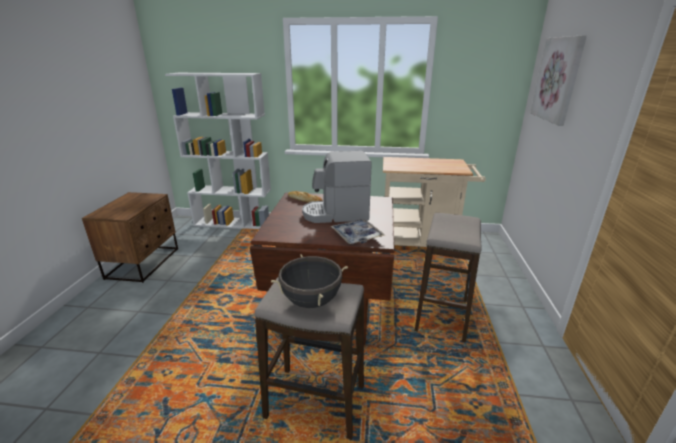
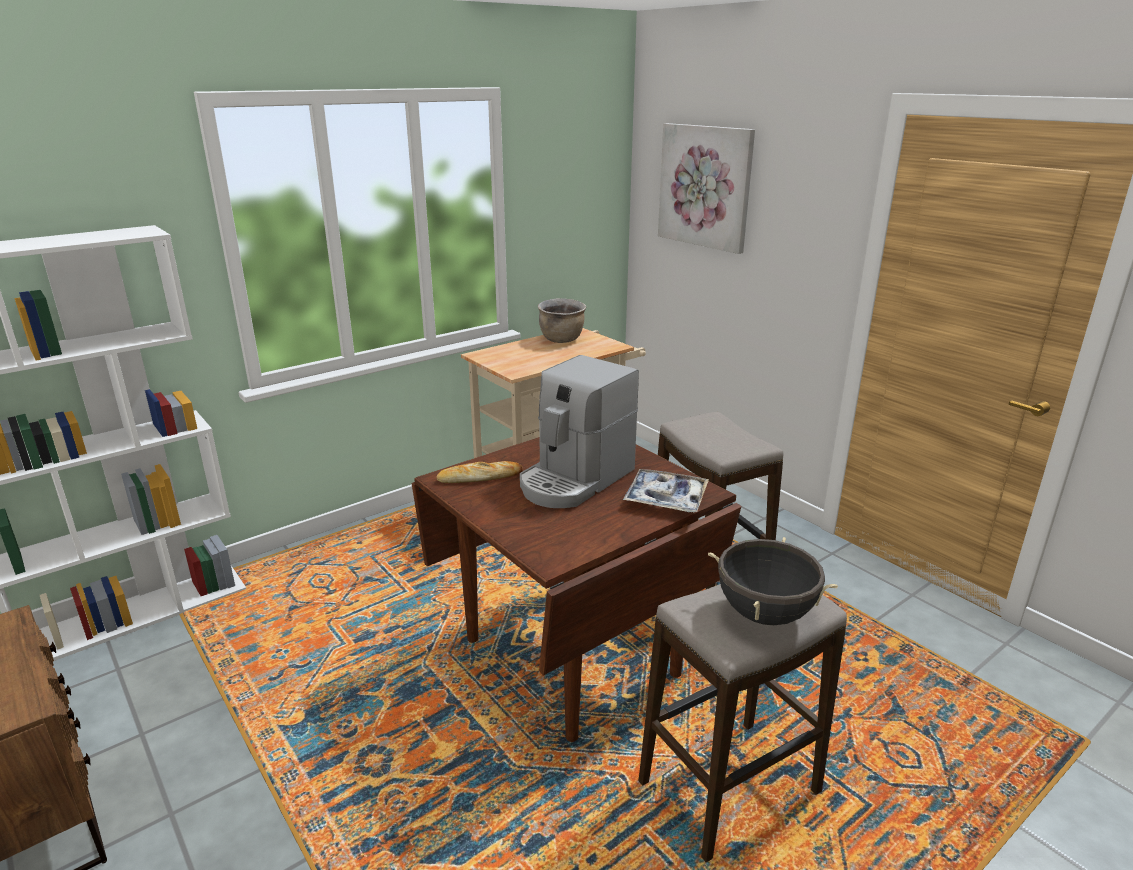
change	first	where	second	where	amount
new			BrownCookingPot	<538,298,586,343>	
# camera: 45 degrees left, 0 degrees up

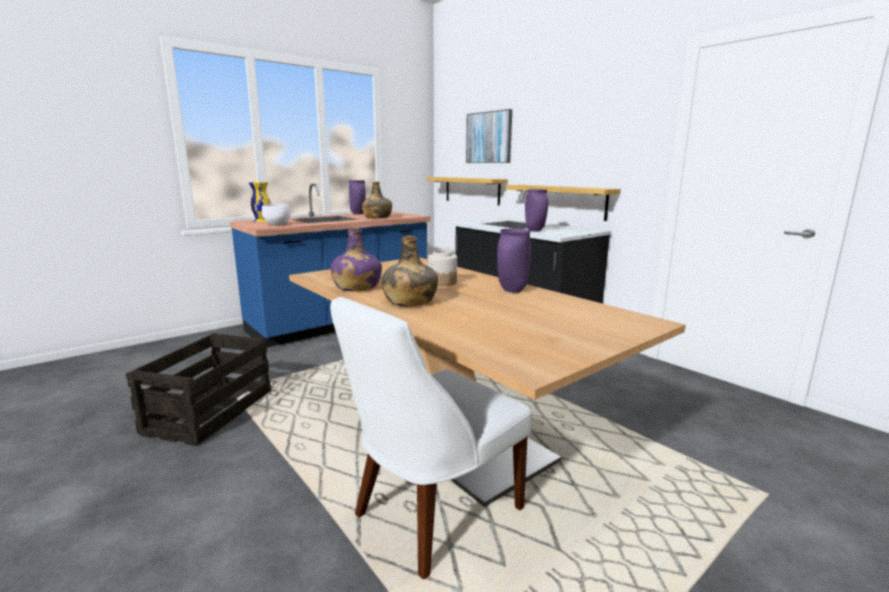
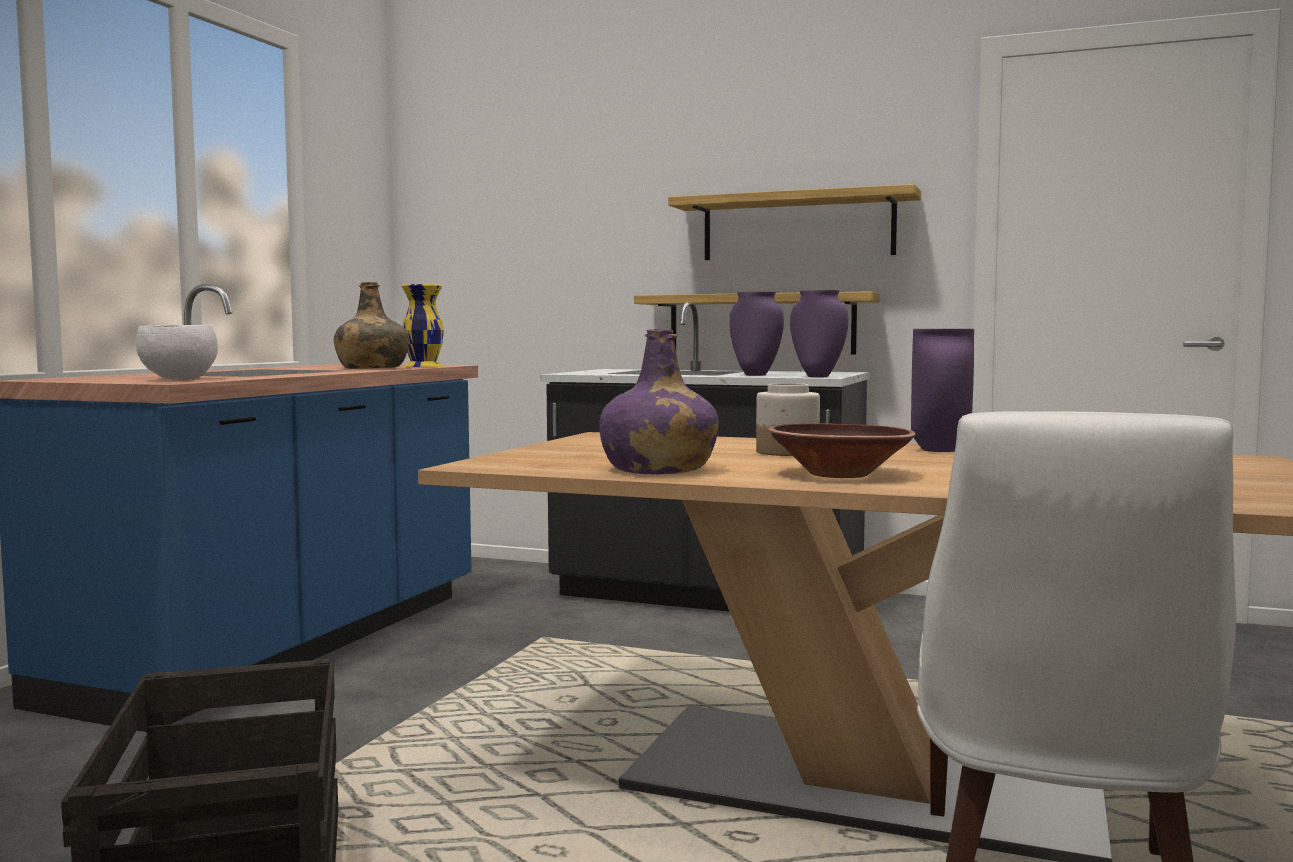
change	first	where	second	where	amount
shifted	YellowVase	<249,182,271,222>		<402,284,444,367>	
shifted	PurpleVase	<349,180,366,214>		<790,290,848,377>	
swapped	GreenBottle	<382,235,438,307>	BrownBowl	<768,423,916,478>	
shifted	Shelf	<426,177,508,206>		<668,184,921,260>	
gone	Picture	<466,109,512,163>			
# camera: 30 degrees left, 10 degrees down

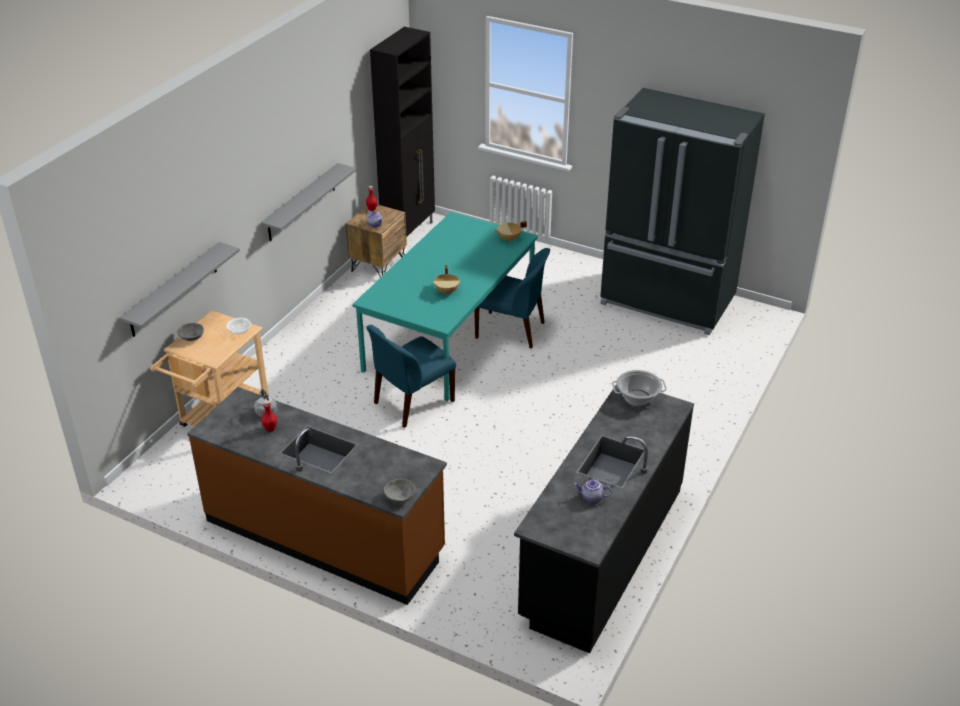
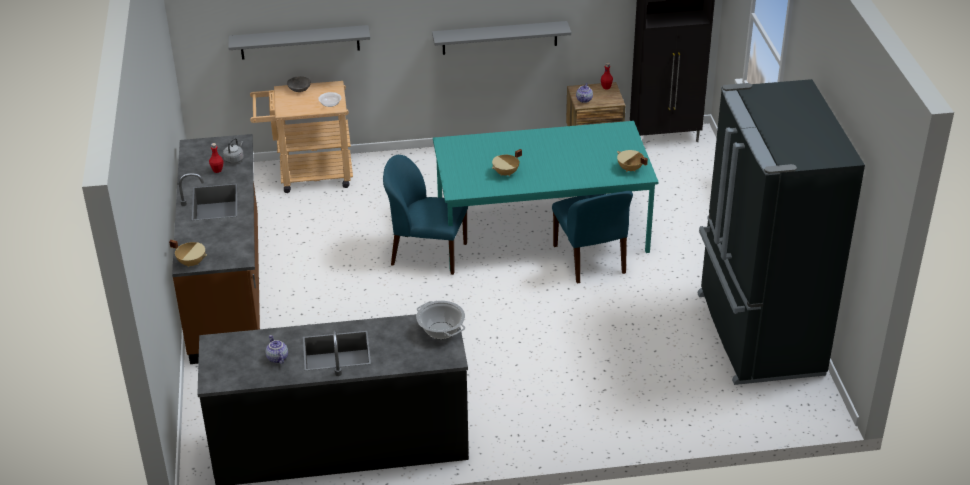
change	first	where	second	where	amount
swapped	GreyBowl	<384,479,415,503>	BeigeCookingPot	<169,240,207,267>	
# camera: 55 degrees right, 0 degrees up

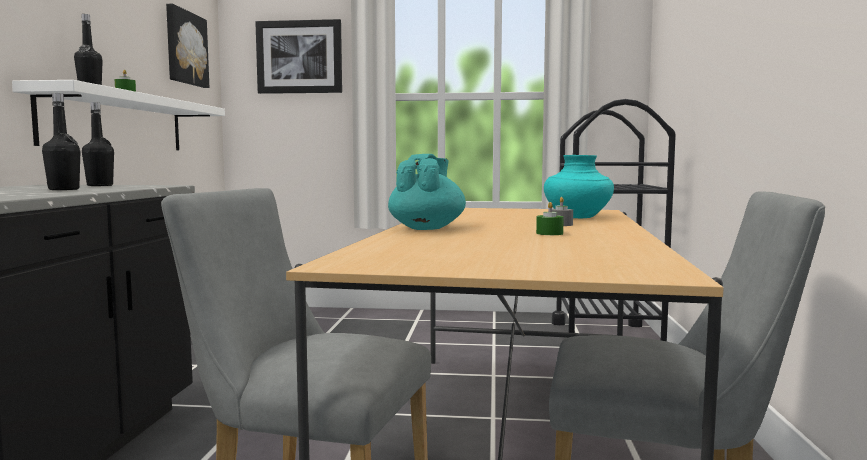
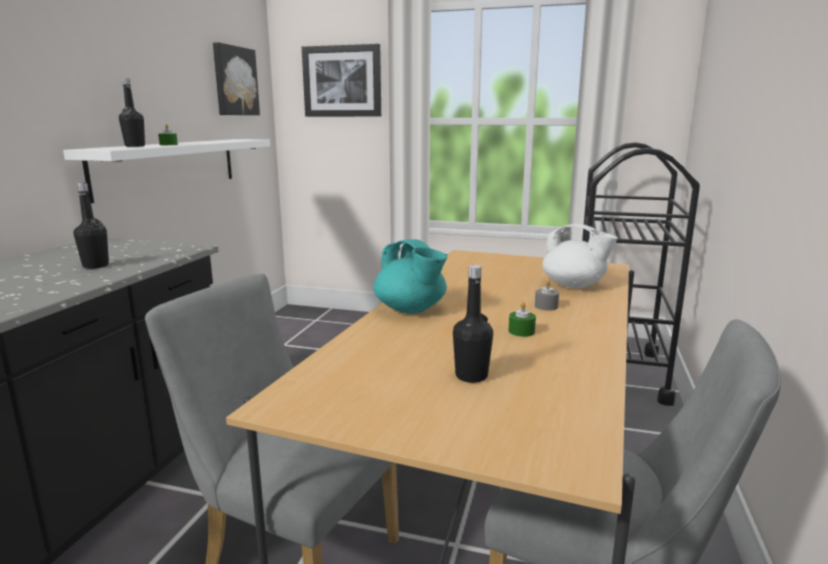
change	first	where	second	where	amount
shifted	BlackBottle	<82,102,114,186>		<453,265,493,383>	
rotated	TurquoiseTeapot	<388,154,466,230>		<373,239,447,314>	120 degrees clockwise
swapped	TurquoiseVase	<544,155,614,218>	WhiteTeapot	<542,224,618,289>	
# camera: 10 degrees right, 10 degrees up

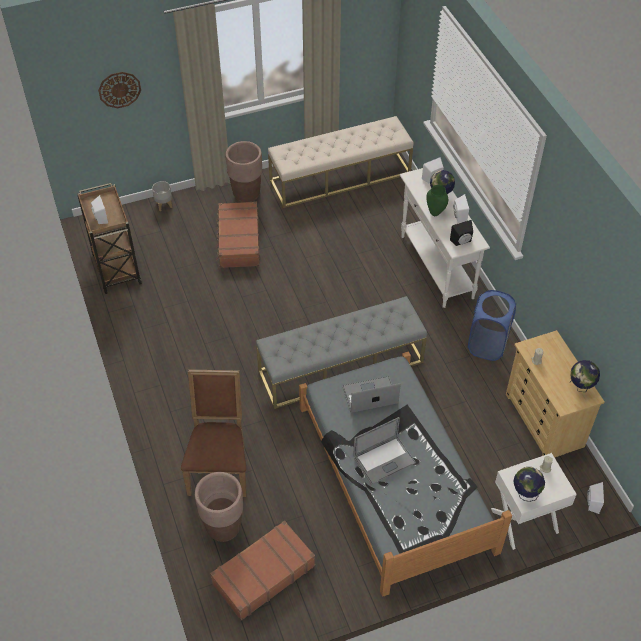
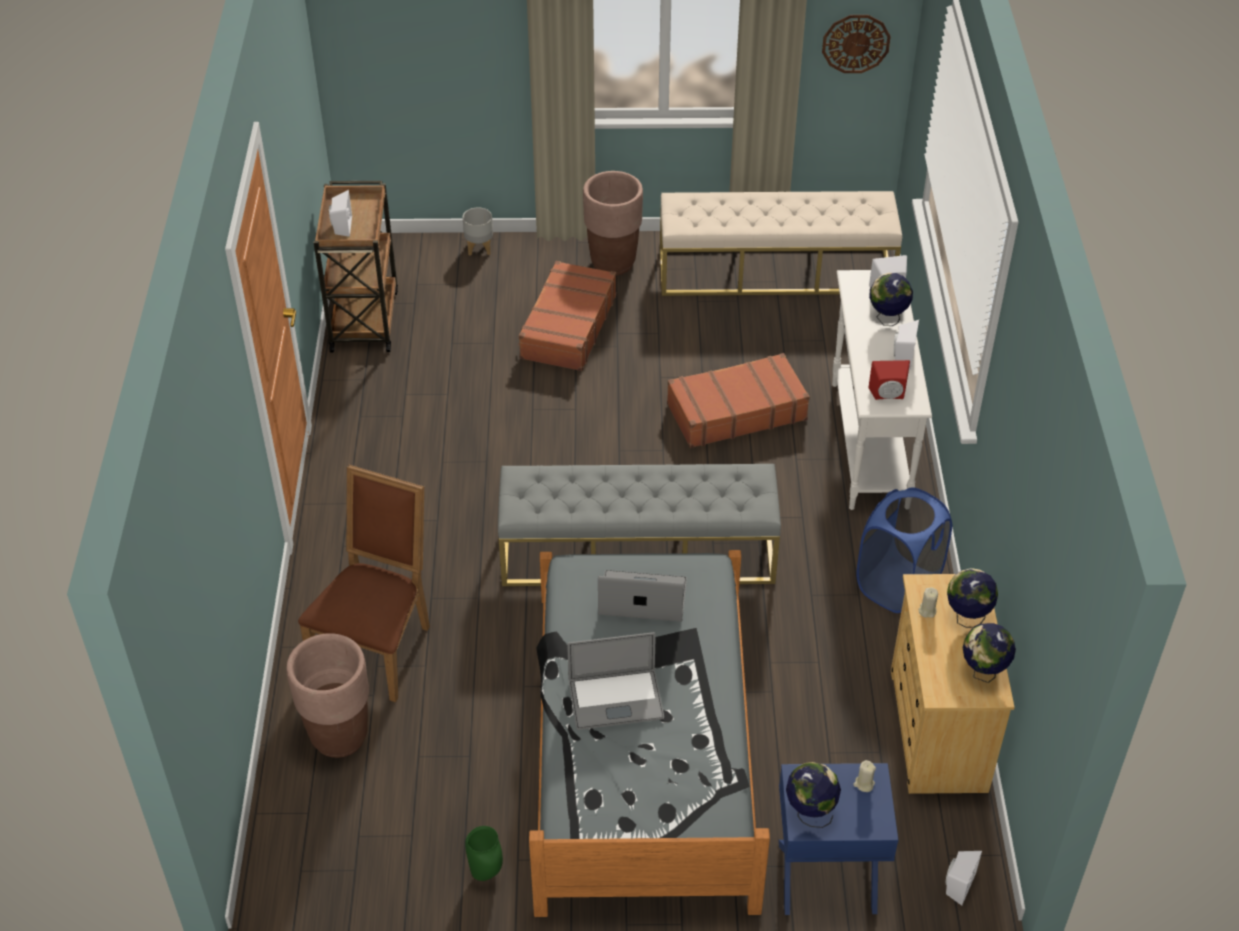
change	first	where	second	where	amount
shifted	WallClock	<98,72,141,108>		<822,15,891,73>	
shifted	BrownSuitcase	<210,520,315,621>		<667,353,810,448>	
shifted	GreenVase	<426,185,448,216>		<465,826,503,881>	
repainted	BlackSpeaker	<450,220,473,246>	RedSpeaker	<868,360,910,400>	
repainted	WhiteNightstand	<491,453,577,550>	BlueNightstand	<779,763,898,915>	
new			Globe	<947,568,998,628>	
# camera: 20 degrees right, 5 degrees down

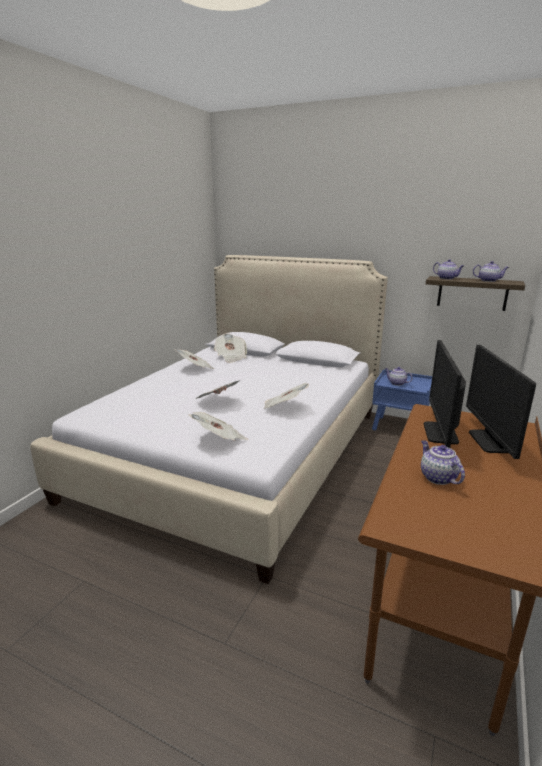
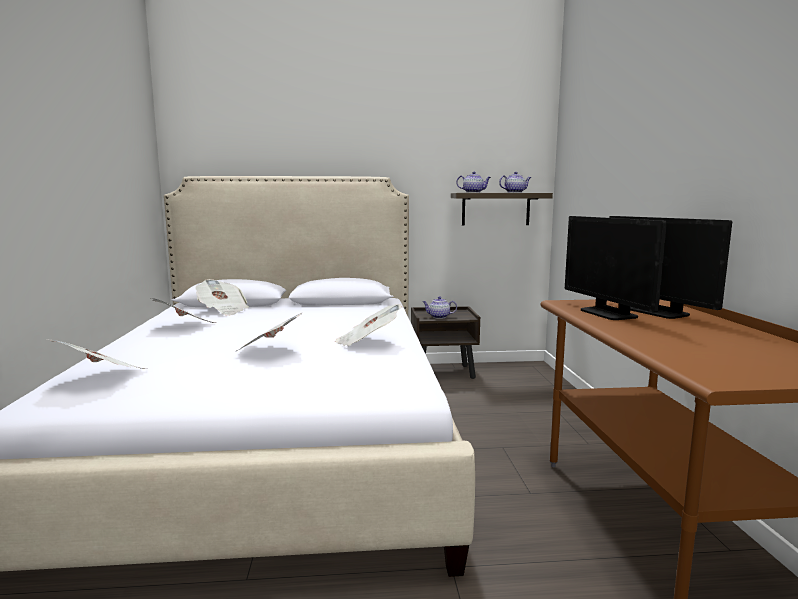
change	first	where	second	where	amount
shifted	Newspaper	<189,412,248,441>		<51,340,149,369>	
repainted	BlueNightstand	<372,370,432,430>	BrownNightstand	<411,306,480,379>	
gone	Teapot	<421,440,465,485>			
# camera: 30 degrees left, 10 degrees down

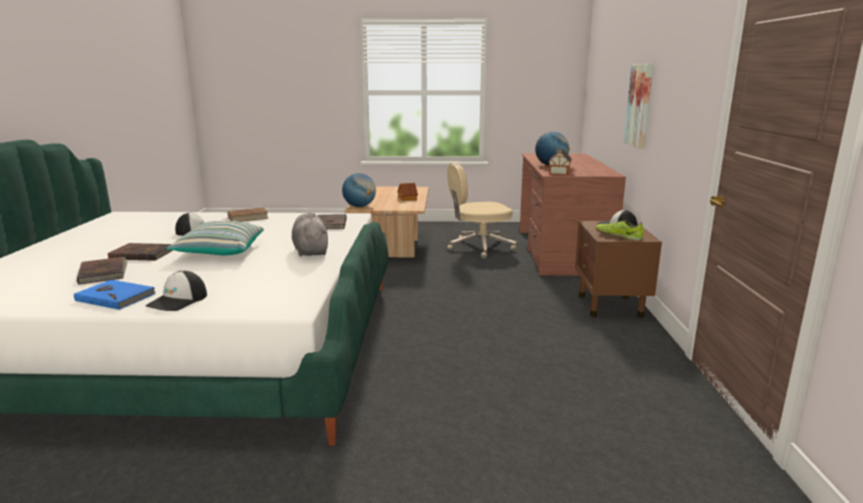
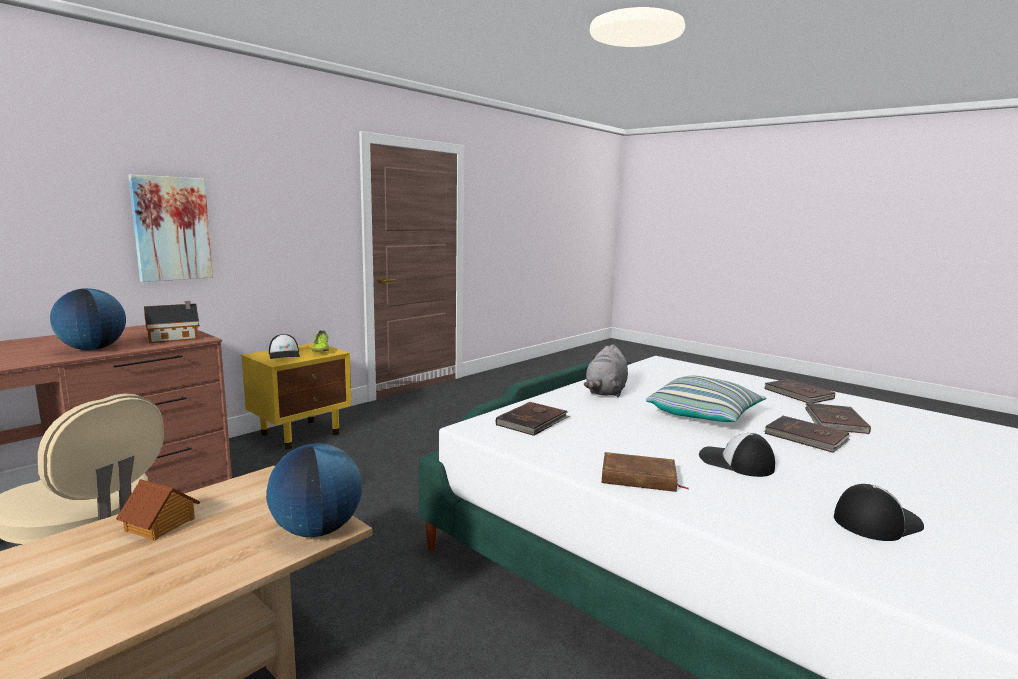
change	first	where	second	where	amount
repainted	BlueBook	<74,280,155,310>	BrownBook	<765,379,835,403>	
shifted	Cap	<146,271,207,311>		<834,484,924,541>	
repainted	BrownNightstand	<575,221,662,318>	YellowNightstand	<241,343,352,449>	
# camera: 140 degrees left, 5 degrees down

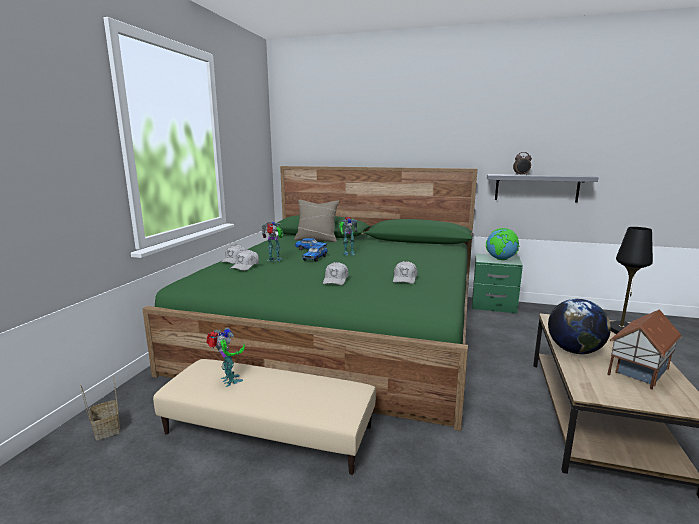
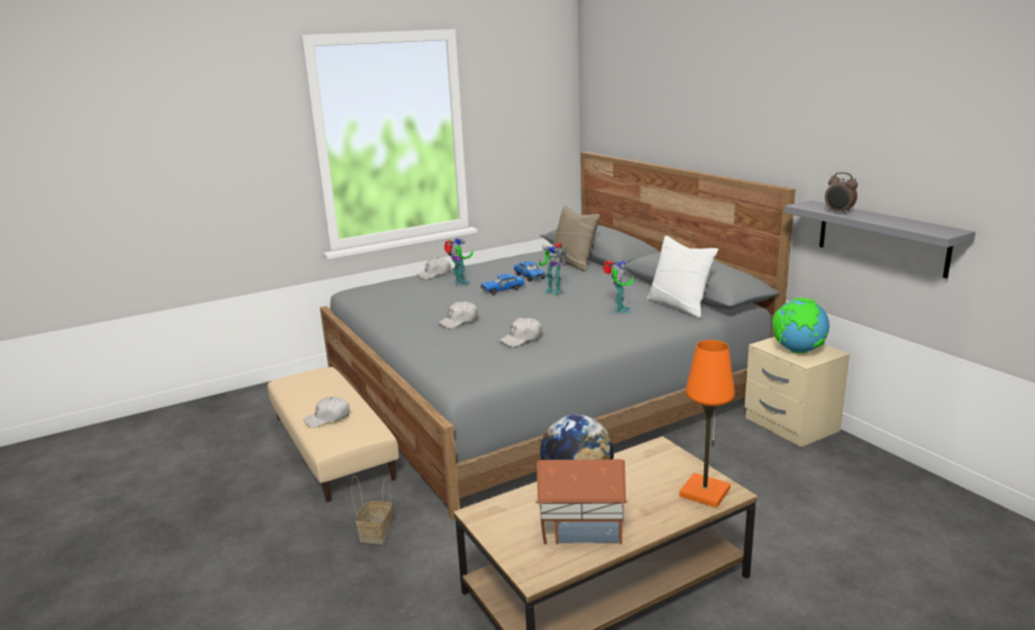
change	first	where	second	where	amount
shifted	Basket	<80,376,120,441>		<351,476,393,544>	
repainted	GreenBed	<142,166,477,431>	GreyBed	<320,152,796,520>	
shifted	ToyRobot	<206,327,245,387>		<603,260,634,313>	
shifted	WhiteCap	<230,249,259,271>		<304,397,349,428>	
repainted	GreenNightstand	<472,254,523,313>	BeigeNightstand	<745,337,850,447>	
repainted	BlackTableLamp	<610,227,653,334>	OrangeTableLamp	<679,340,735,508>	
new			WhitePillow	<647,236,718,318>	
# camera: 45 degrees right, 5 degrees up

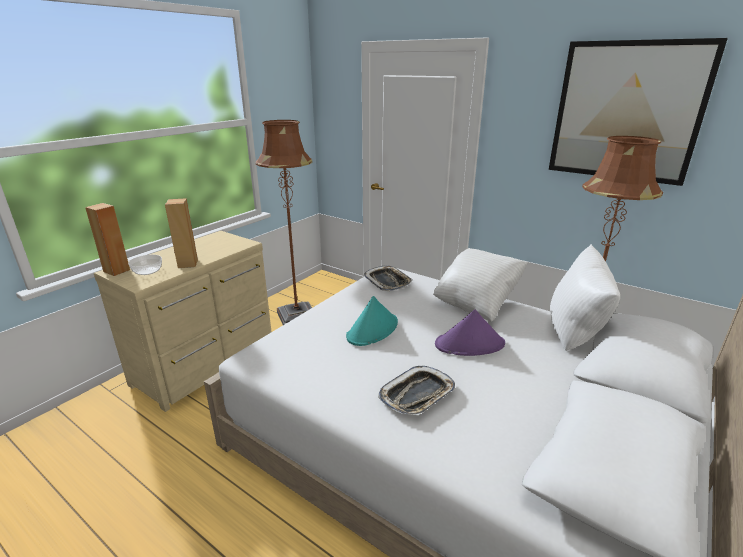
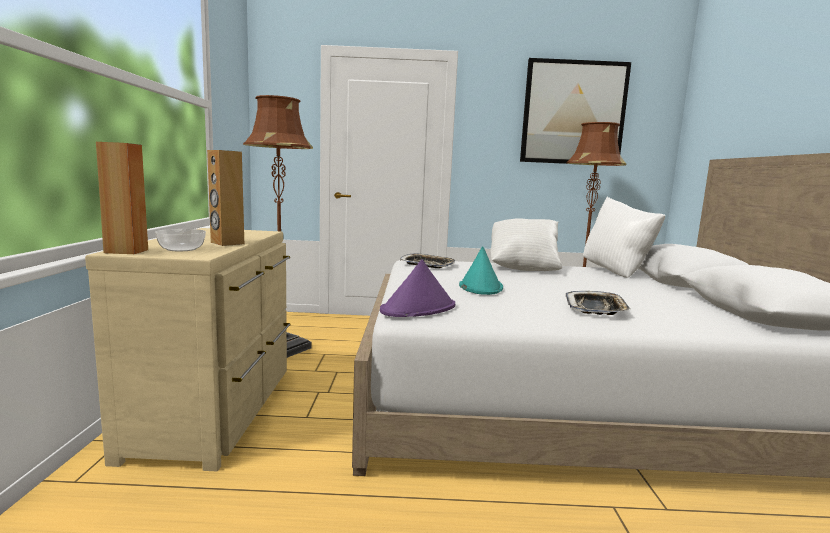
change	first	where	second	where	amount
shifted	PurpleHat	<435,309,505,356>		<380,259,455,317>	
# camera: 35 degrees left, 15 degrees down

